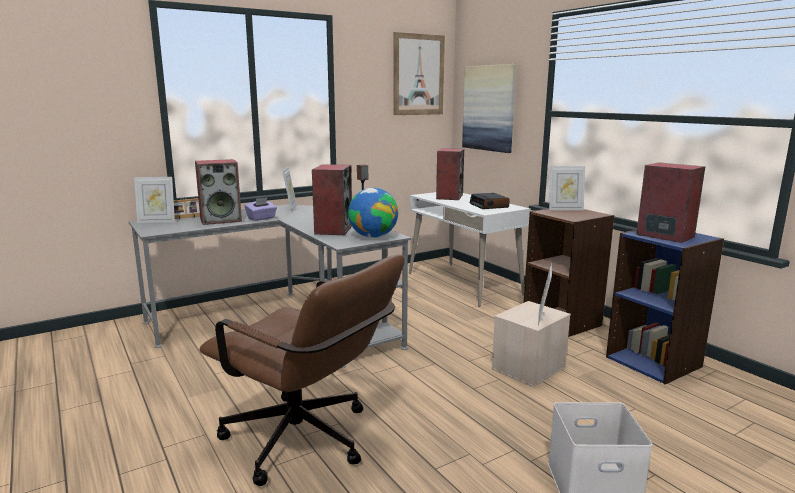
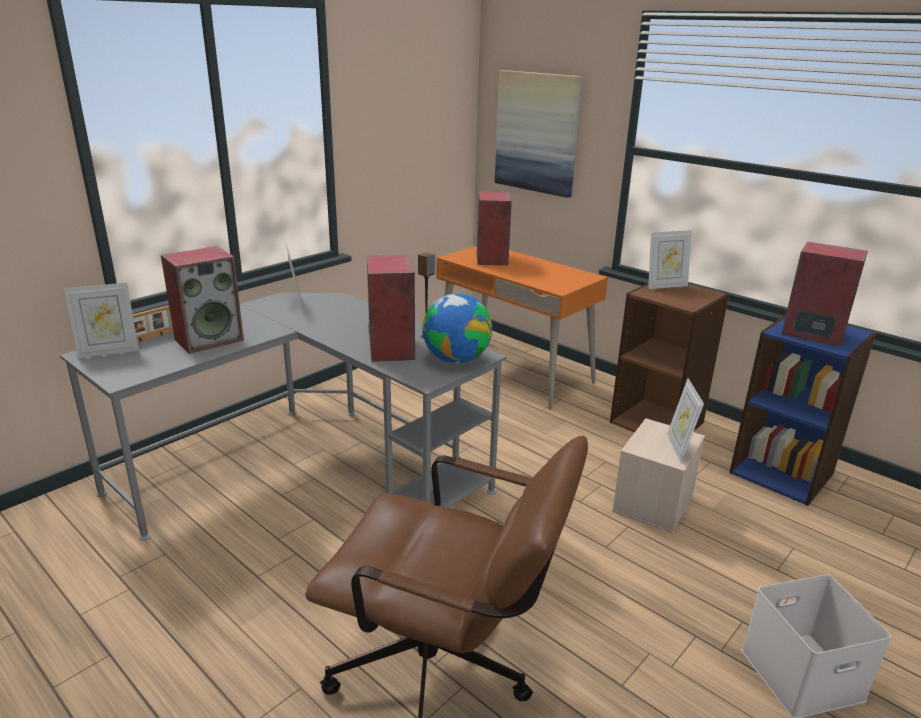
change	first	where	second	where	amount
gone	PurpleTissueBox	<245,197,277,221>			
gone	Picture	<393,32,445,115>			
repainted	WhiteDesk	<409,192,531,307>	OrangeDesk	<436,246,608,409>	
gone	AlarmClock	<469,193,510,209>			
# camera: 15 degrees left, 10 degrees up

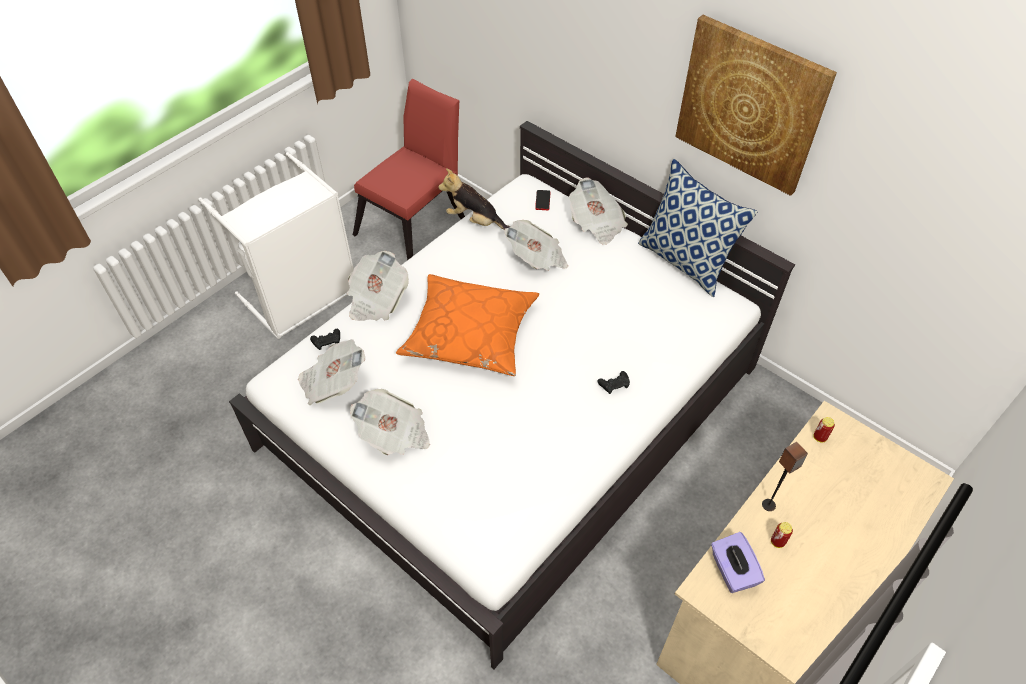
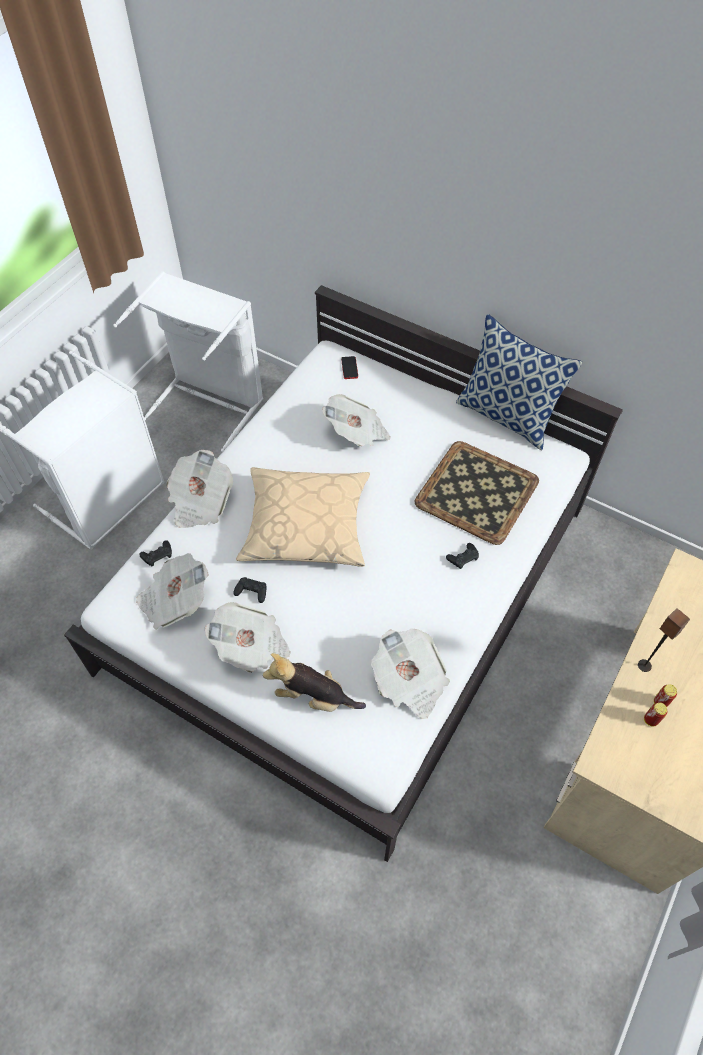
change	first	where	second	where	amount
swapped	RedChair	<353,78,465,260>	WhiteLaundryBasket	<113,271,263,452>	
repainted	OrangePillow	<396,274,539,376>	BeigePillow	<236,467,370,567>	
shifted	PlushToy	<438,168,510,230>		<263,653,366,712>	
shifted	Newspaper	<569,177,628,245>		<371,628,450,719>	
gone	Picture	<675,15,837,196>			
gone	PurpleTissueBox	<711,532,765,593>			
shifted	Can	<813,417,835,443>		<644,703,668,727>	
new			BlackGameController	<233,577,267,603>	
new			Tray	<415,441,539,545>	
# camera: 10 degrees left, 5 degrees up

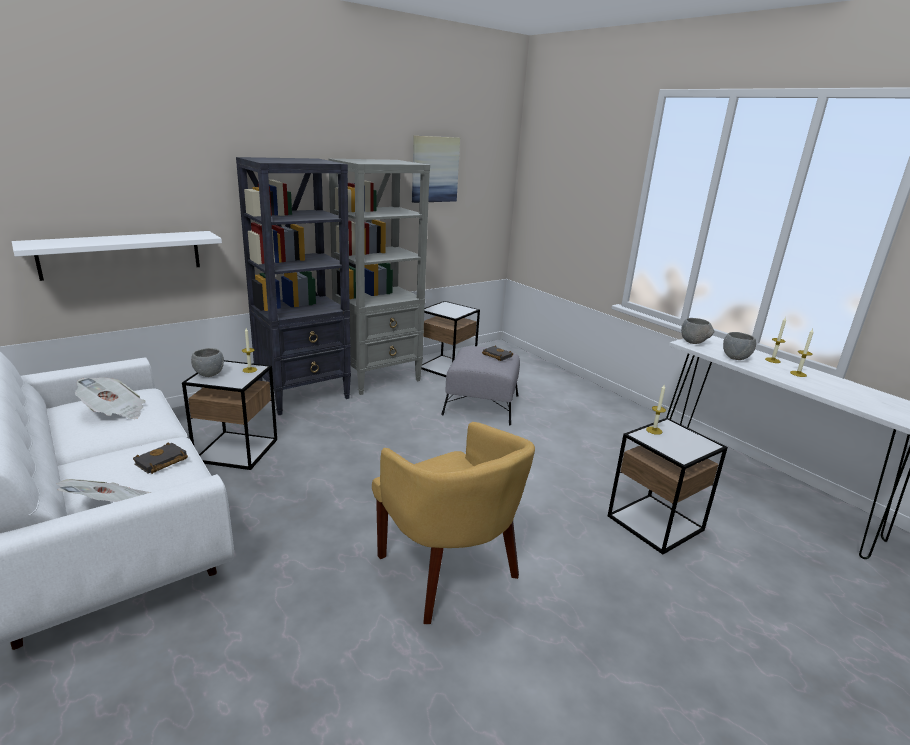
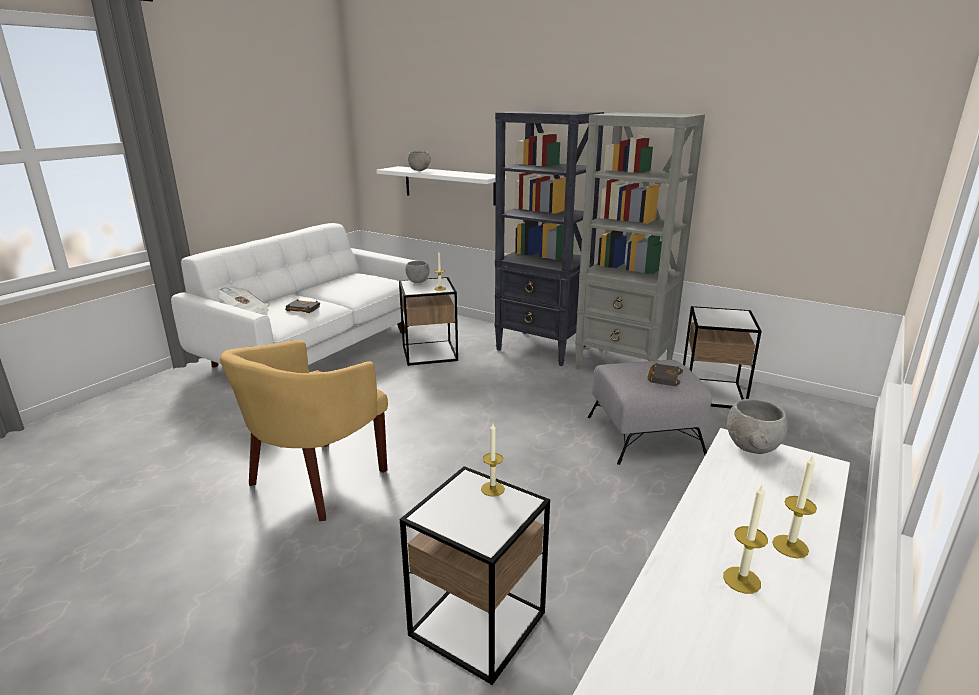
change	first	where	second	where	amount
gone	Newspaper	<75,377,145,419>			
gone	Picture	<412,136,460,203>			
shifted	GreyBowl	<723,332,756,360>		<408,151,431,171>	
# camera: 70 degrees right, 0 degrees up

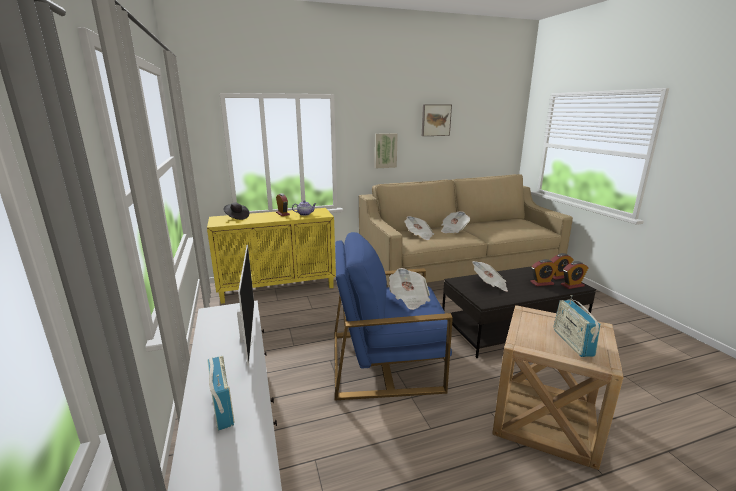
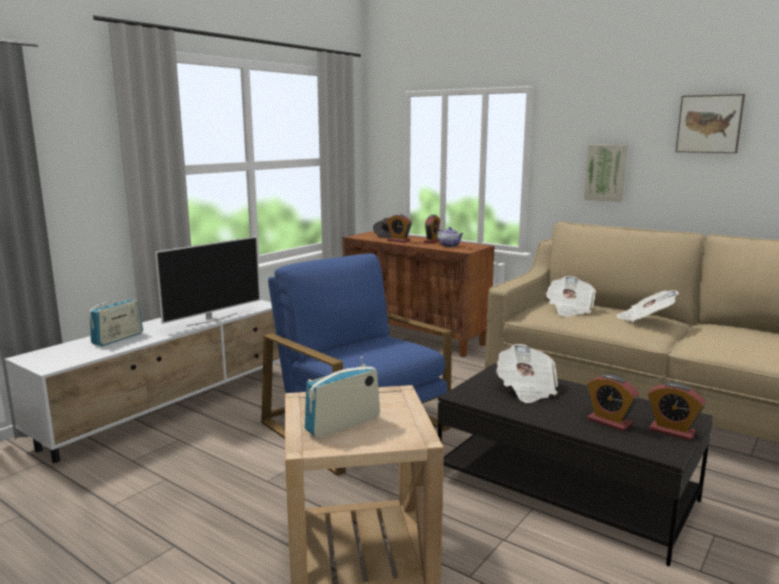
change	first	where	second	where	amount
repainted	YellowCabinet	<207,208,336,304>	BrownCabinet	<343,231,495,357>	
gone	Newspaper	<389,268,430,310>			
shifted	AlarmClock	<561,261,588,289>		<387,214,412,243>	
# camera: 55 degrees right, 5 degrees down

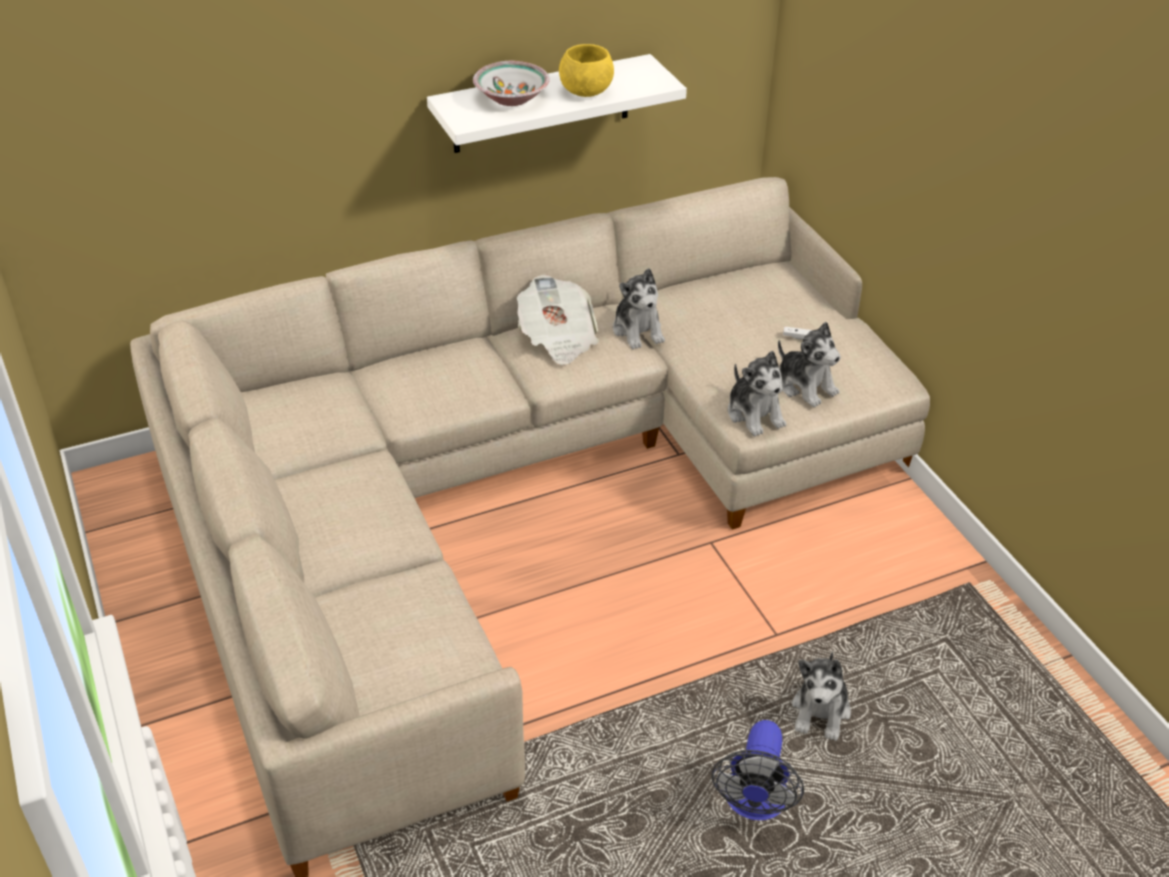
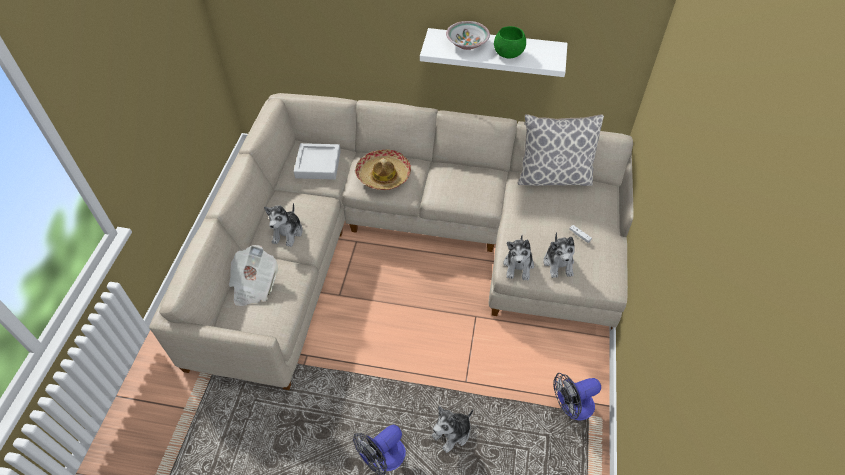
change	first	where	second	where	amount
shifted	Newspaper	<517,275,599,365>		<229,245,278,306>	
repainted	YellowBowl	<559,44,614,97>	GreenBowl	<494,26,526,58>	
shifted	PlushToy	<613,268,665,349>		<264,203,303,247>	
new			GreyTray	<294,143,341,180>	
new			Hat	<355,149,411,190>	
new			Pillow	<517,114,604,186>	
new			Fan	<553,373,601,420>	
# camera: 35 degrees right, 10 degrees up

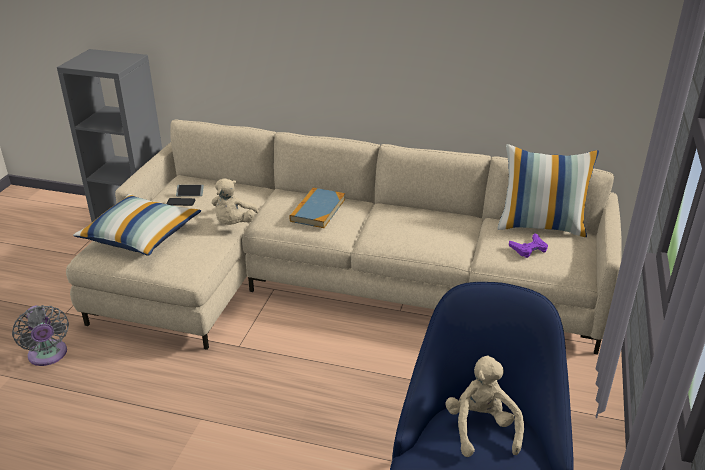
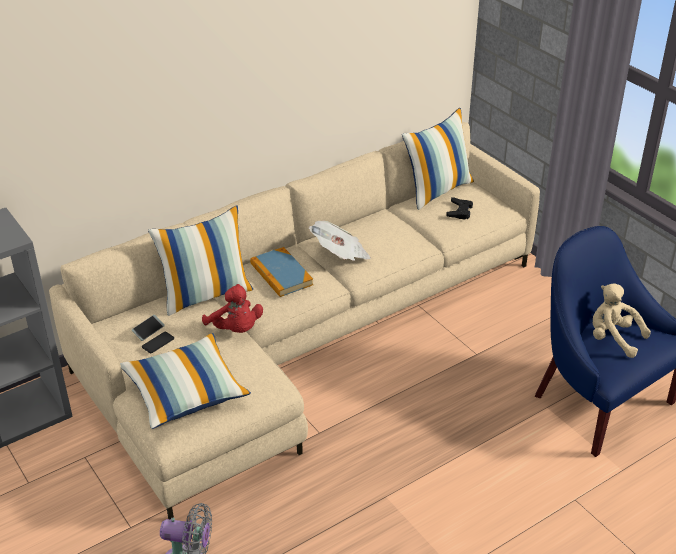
change	first	where	second	where	amount
repainted	BeigePlushToy	<212,178,259,225>	RedPlushToy	<202,284,263,333>	
repainted	PurpleGameController	<509,233,548,258>	BlackGameController	<446,197,473,220>	
new			Pillow	<148,205,253,316>	
new			Newspaper	<309,221,371,261>	
# camera: 50 degrees left, 5 degrees up

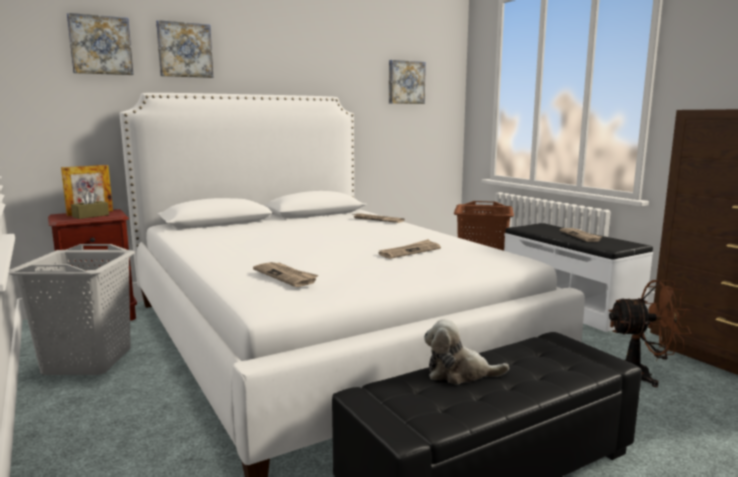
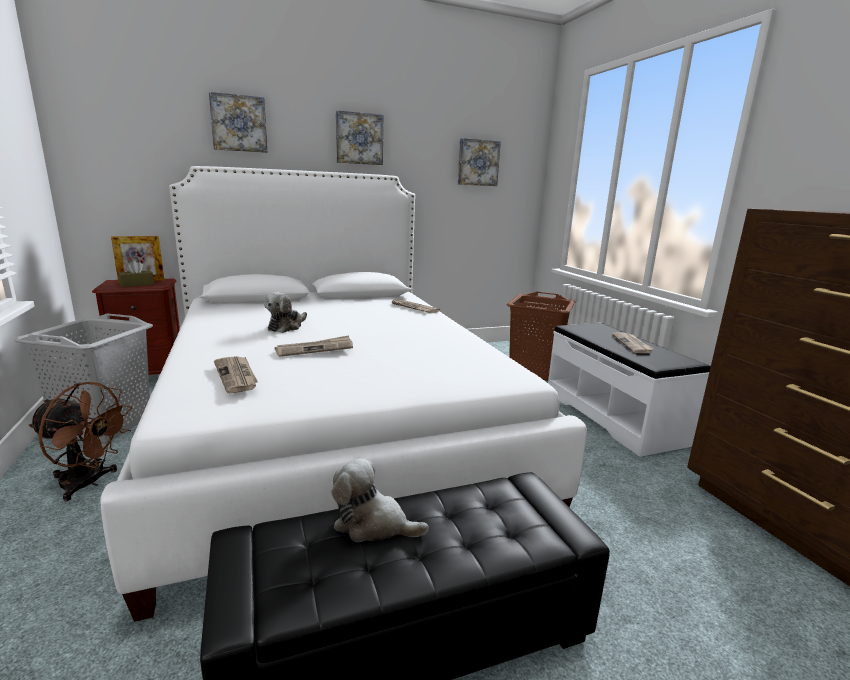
change	first	where	second	where	amount
shifted	Picture	<67,13,134,75>		<336,111,383,165>	
shifted	Newspaper	<379,239,441,259>		<275,335,353,357>	
shifted	BrownFan	<609,280,692,387>		<29,382,132,501>	
new			PlushToy	<264,292,307,333>	
# camera: 10 degrees right, 5 degrees up

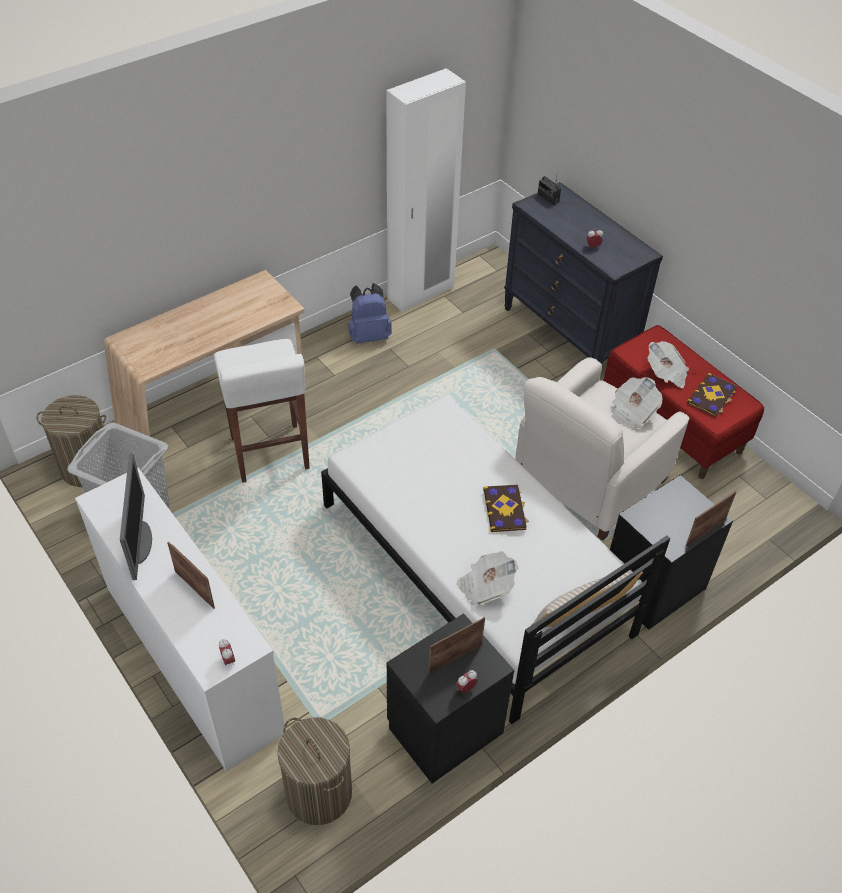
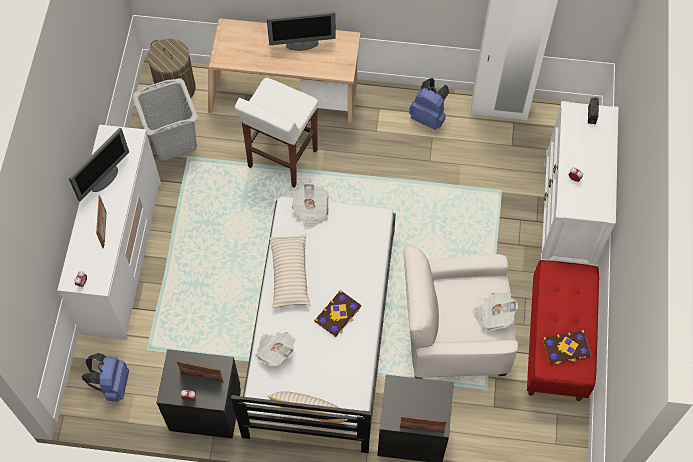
change	first	where	second	where	amount
swapped	LaundryBasket	<277,717,352,825>	BlueBackpack	<82,353,129,402>	
repainted	BlackDresser	<504,182,663,364>	WhiteDresser	<540,101,619,266>	
shifted	Newspaper	<648,341,689,388>		<292,182,329,229>	
new			Monitor	<267,11,336,51>	
new			BeigePillow	<269,234,311,308>	
# camera: 45 degrees right, 15 degrees up

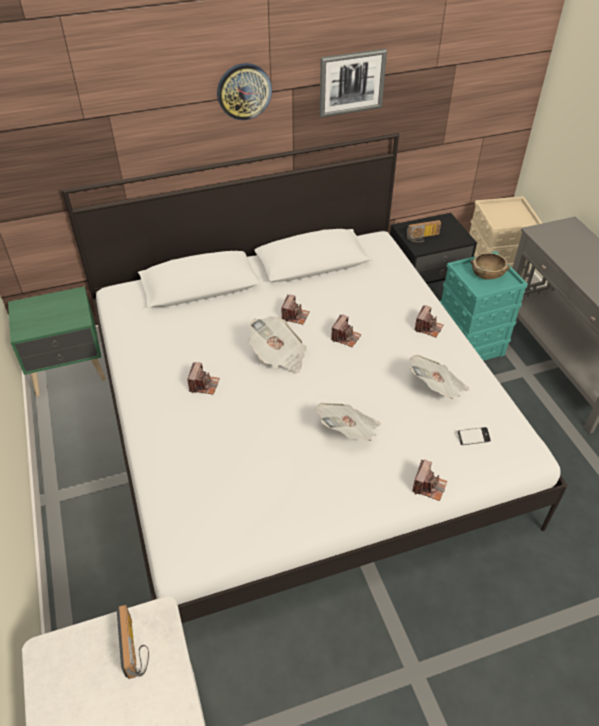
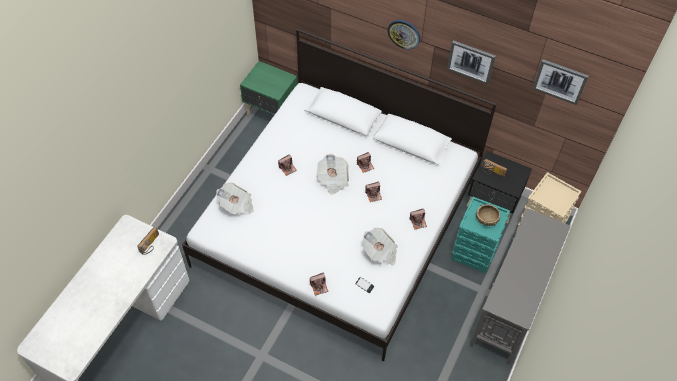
change	first	where	second	where	amount
shifted	Newspaper	<316,403,381,441>		<216,183,254,215>	
new			Picture	<533,59,589,105>	
# camera: 45 degrees right, 10 degrees up

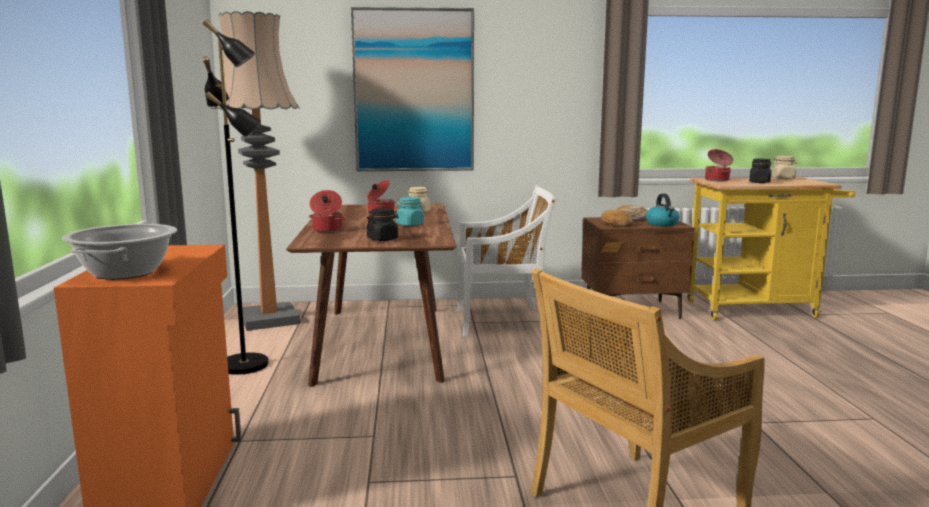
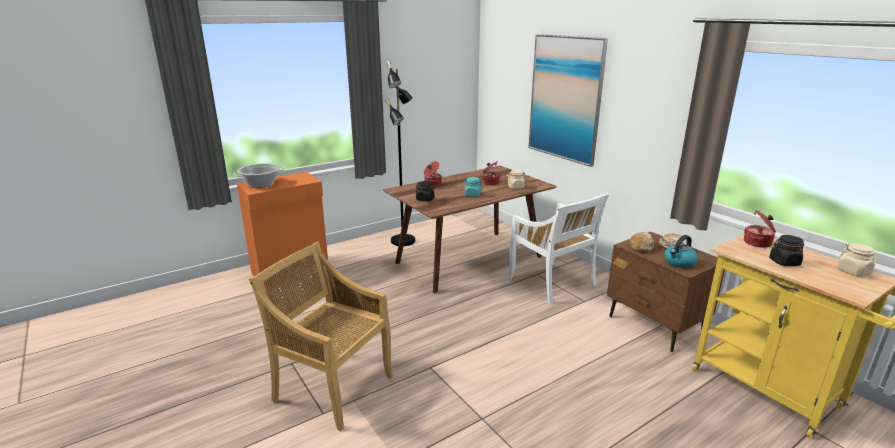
change	first	where	second	where	amount
gone	FloorLamp	<211,11,300,331>			
# camera: 60 degrees right, 10 degrees up

